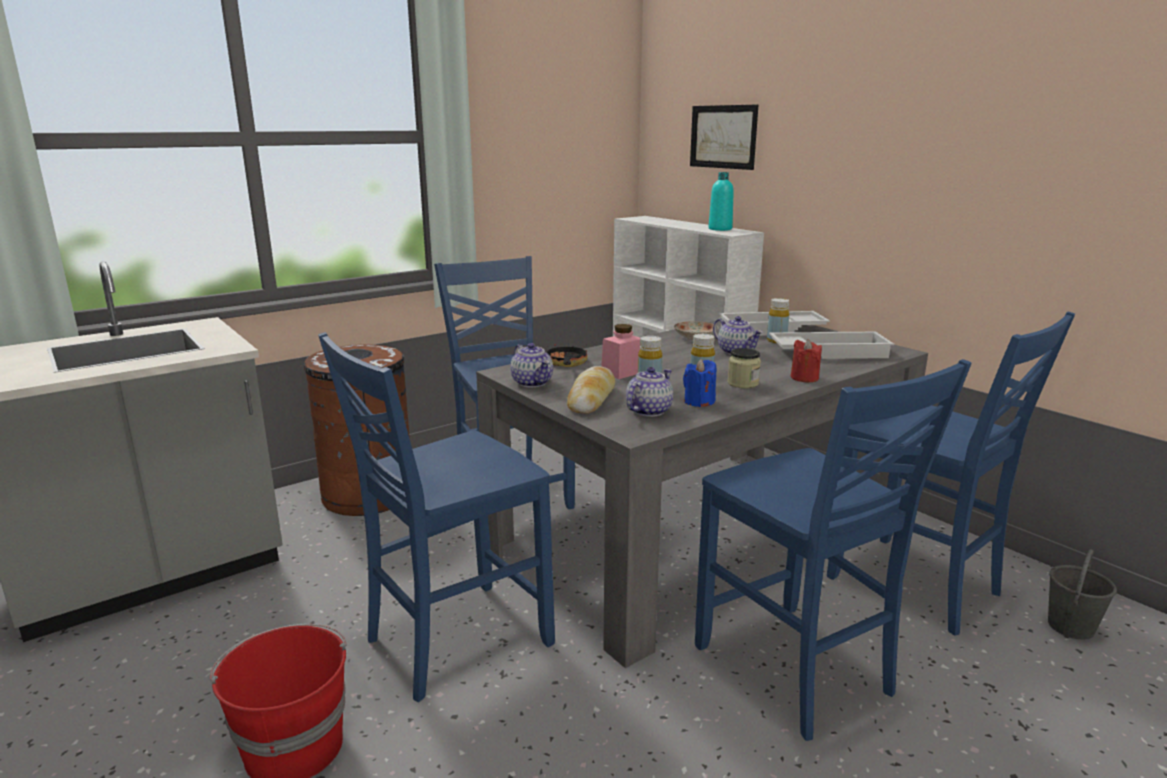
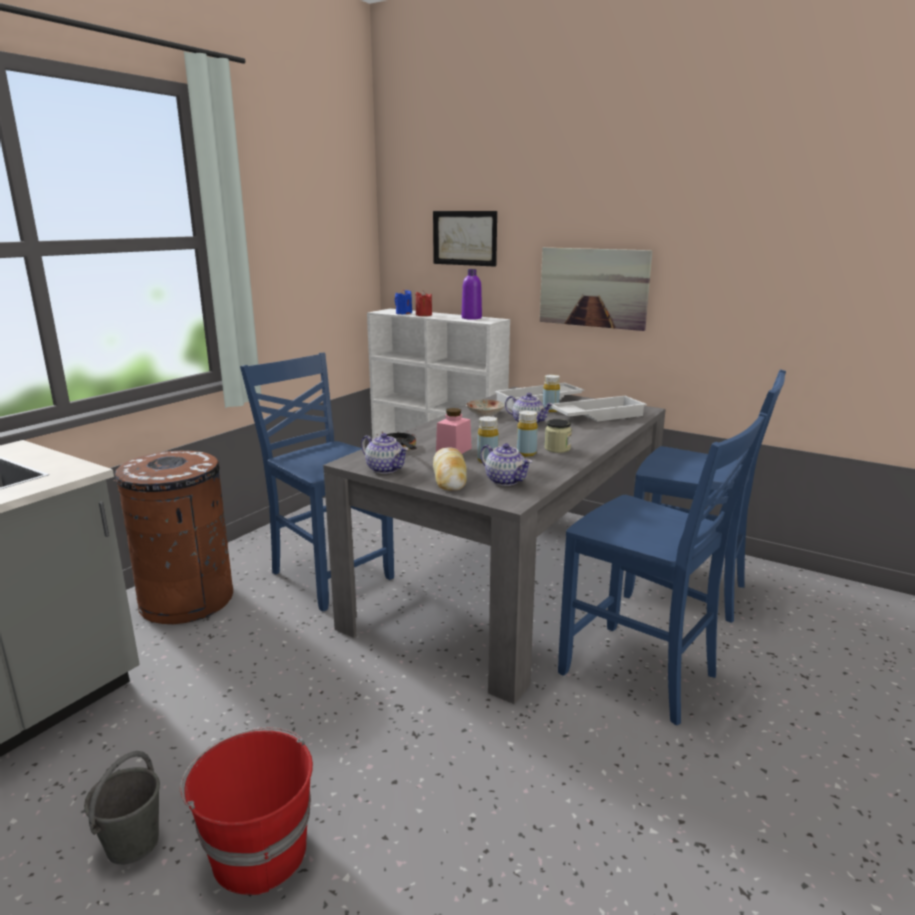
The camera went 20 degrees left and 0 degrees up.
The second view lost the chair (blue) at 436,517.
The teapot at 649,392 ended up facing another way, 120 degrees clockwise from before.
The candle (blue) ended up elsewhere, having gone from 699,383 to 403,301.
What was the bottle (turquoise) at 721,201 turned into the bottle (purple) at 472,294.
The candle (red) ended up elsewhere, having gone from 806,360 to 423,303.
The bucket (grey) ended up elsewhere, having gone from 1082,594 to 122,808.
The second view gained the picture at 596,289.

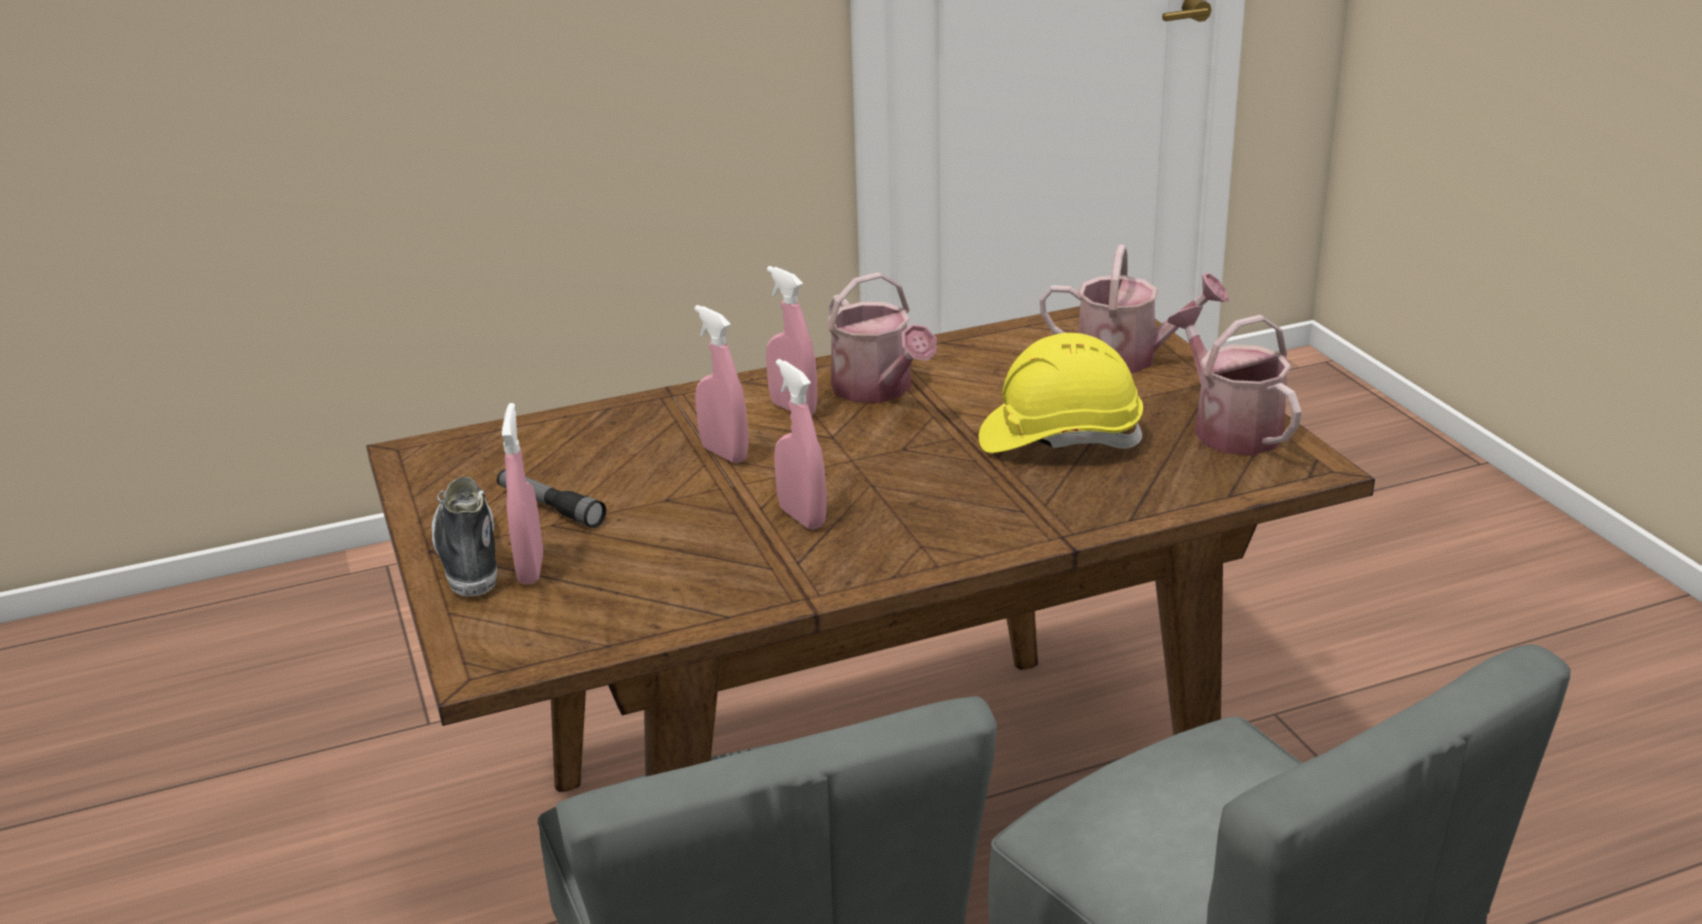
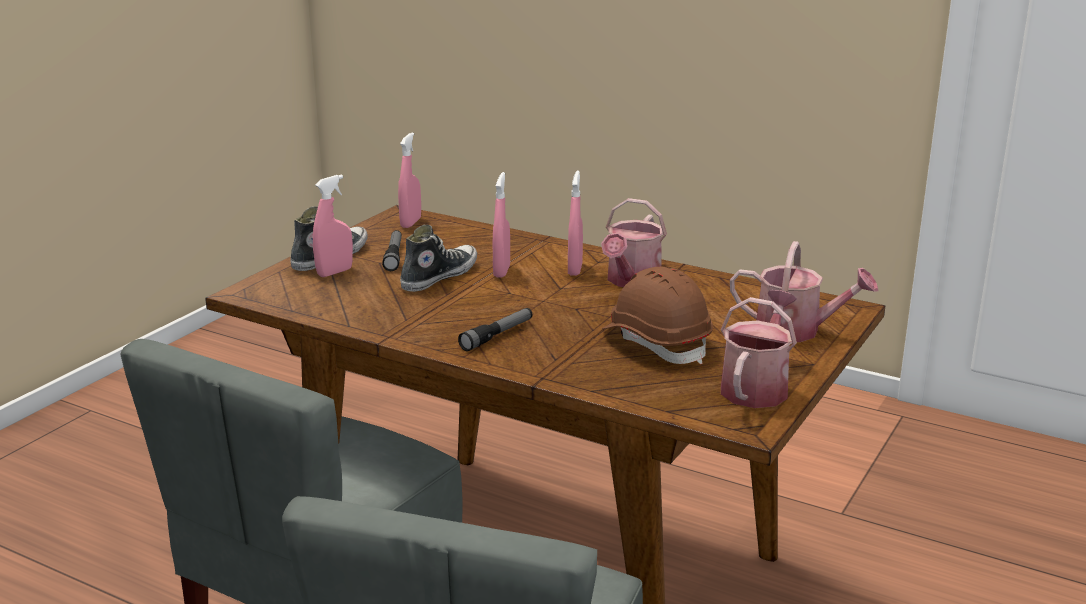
The camera went 50 degrees right and 5 degrees down.
The spray bottle (pink) ended up elsewhere, having gone from 800,444 to 409,180.
What was the hard hat (yellow) at 1061,393 turned into the hard hat (brown) at 657,315.
The watering can at 1134,309 ended up facing another way, 45 degrees counterclockwise from before.
The second view gained the shoe at 438,258.
The second view gained the flashlight at 495,329.

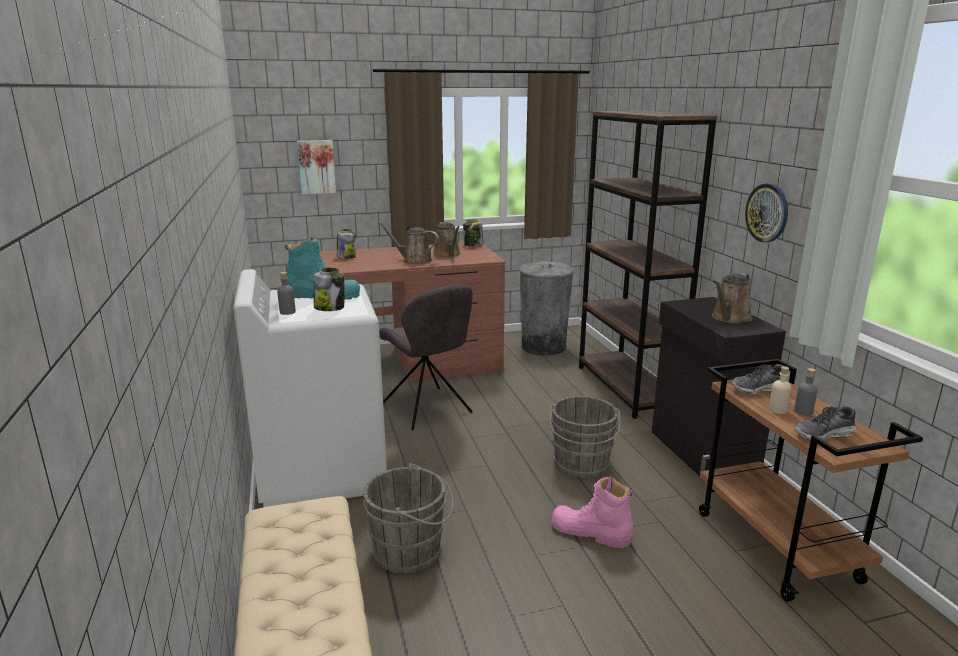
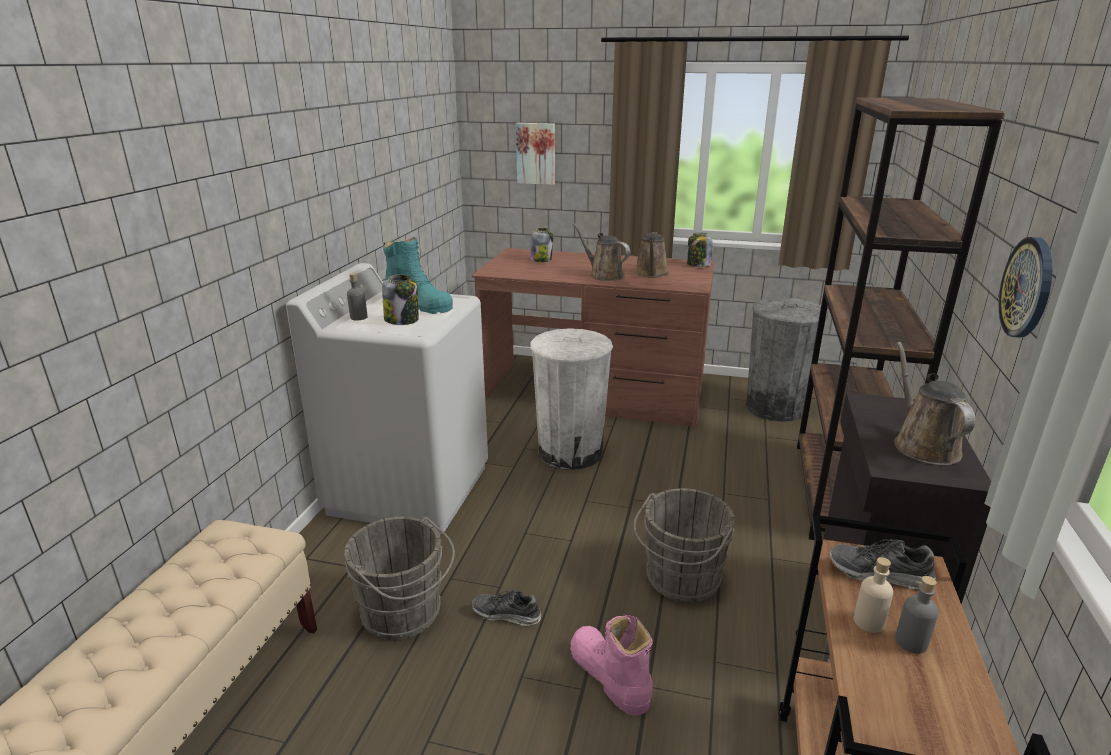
The camera went 30 degrees right and 5 degrees up.
Where the chair (grey) stood at 426,357, the trash can (white) came to stand at 572,399.
The watering can (brown) at 732,298 ended up facing another way, 105 degrees clockwise from before.
The shoe ended up elsewhere, having gone from 825,423 to 506,608.

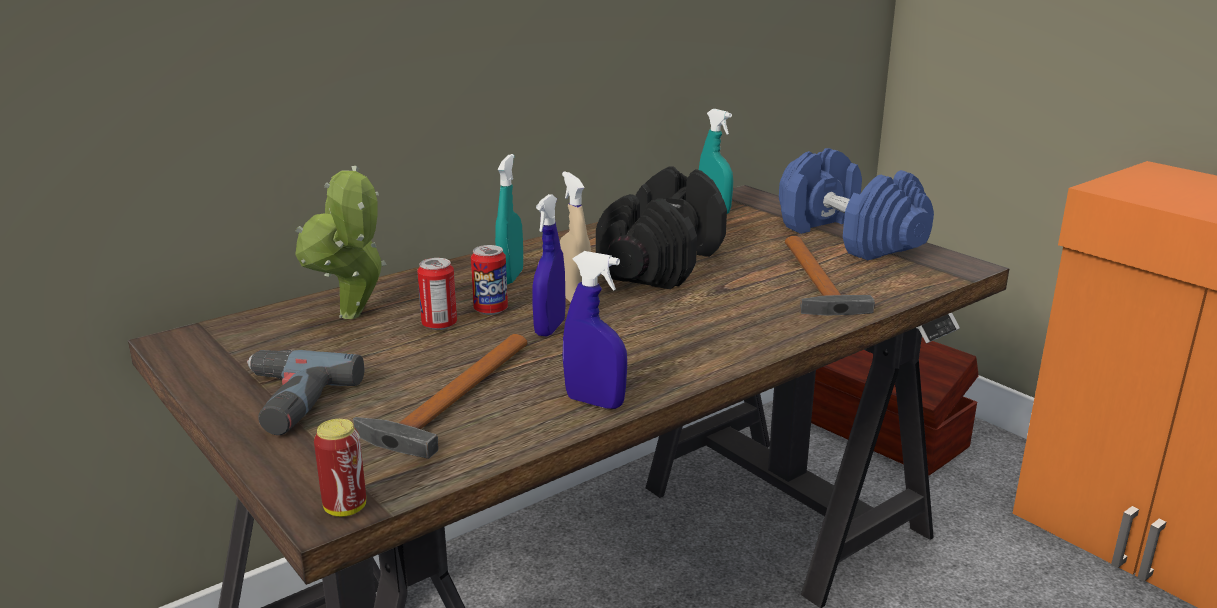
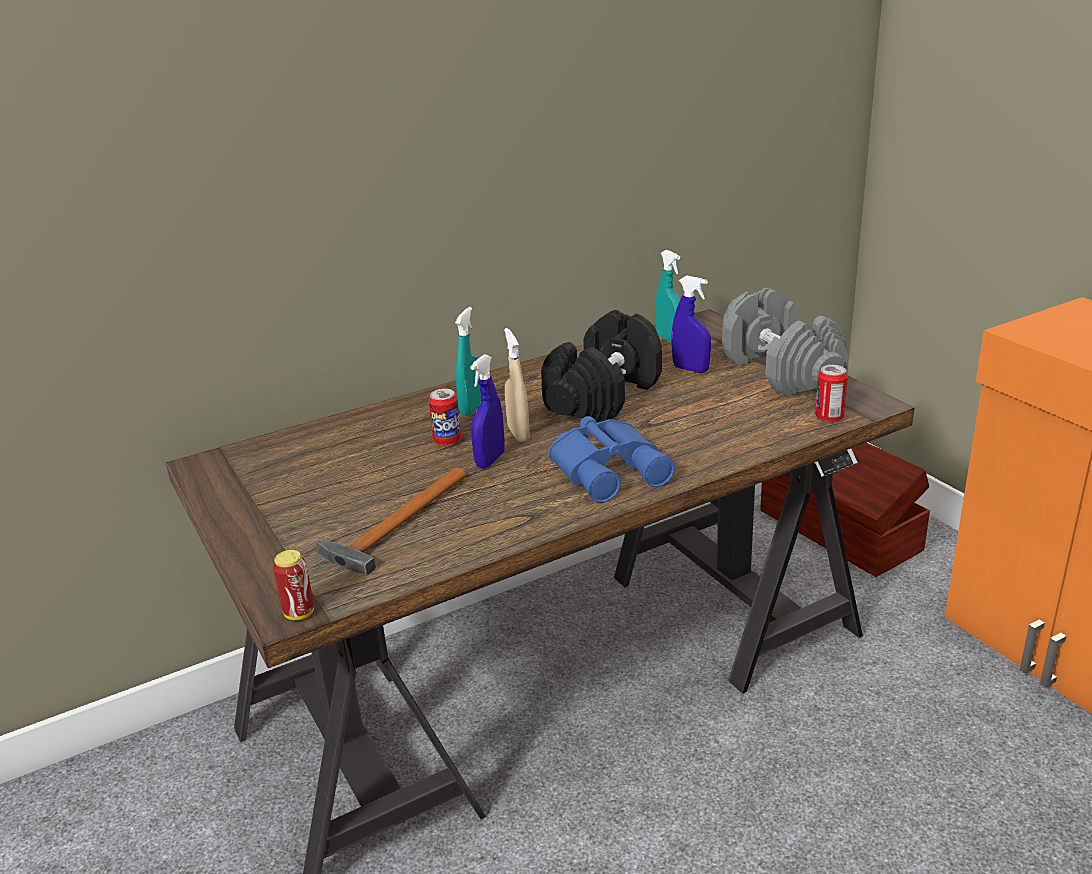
The camera went 10 degrees right and 5 degrees up.
The second view lost the power drill at 305,392.
The second view lost the potted plant at 341,242.
The can ended up elsewhere, having gone from 437,294 to 831,393.
The spray bottle (blue) ended up elsewhere, having gone from 594,330 to 691,324.
What was the dumbbell (blue) at 856,204 turned into the dumbbell (grey) at 785,342.
The second view lost the hammer at 830,276.
The second view gained the binoculars (blue) at 612,459.

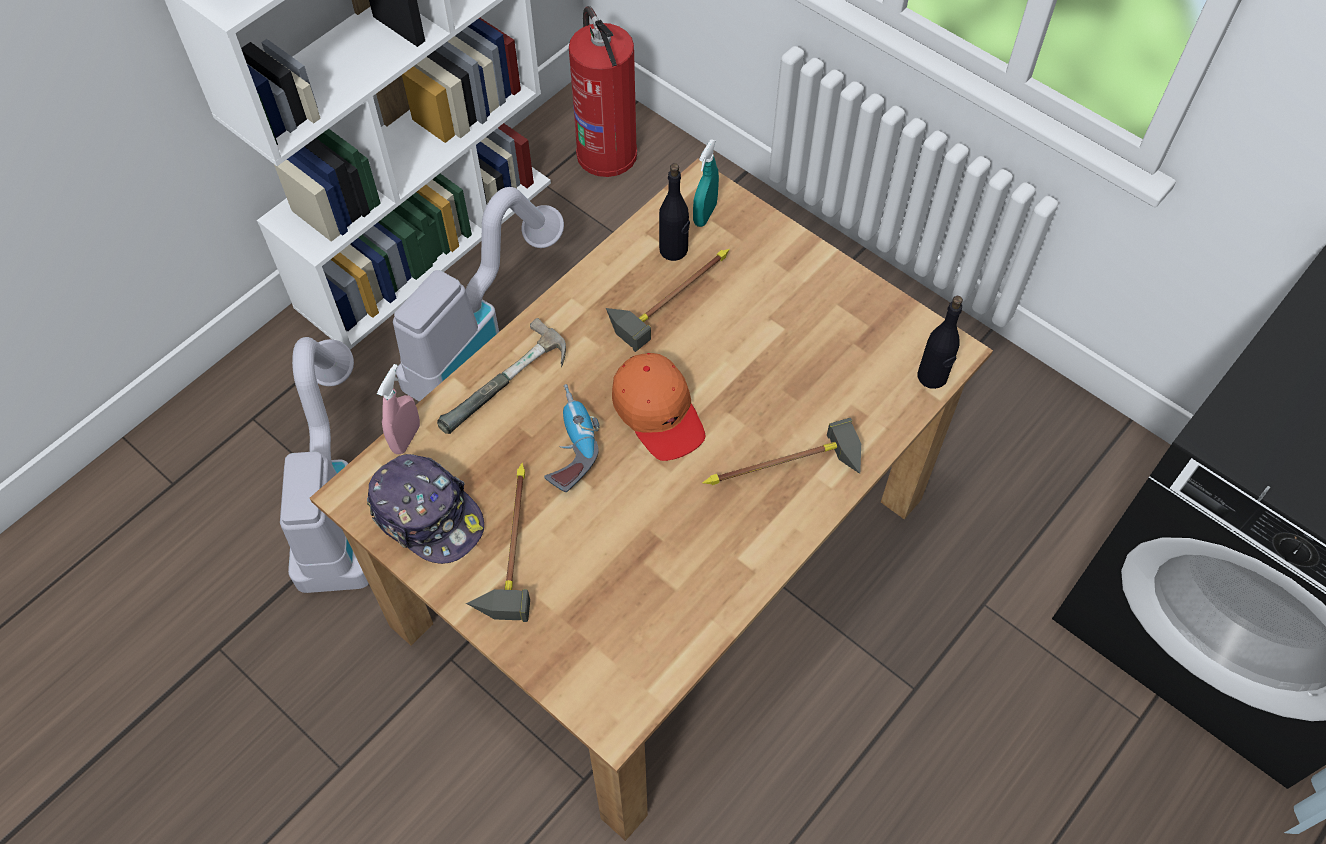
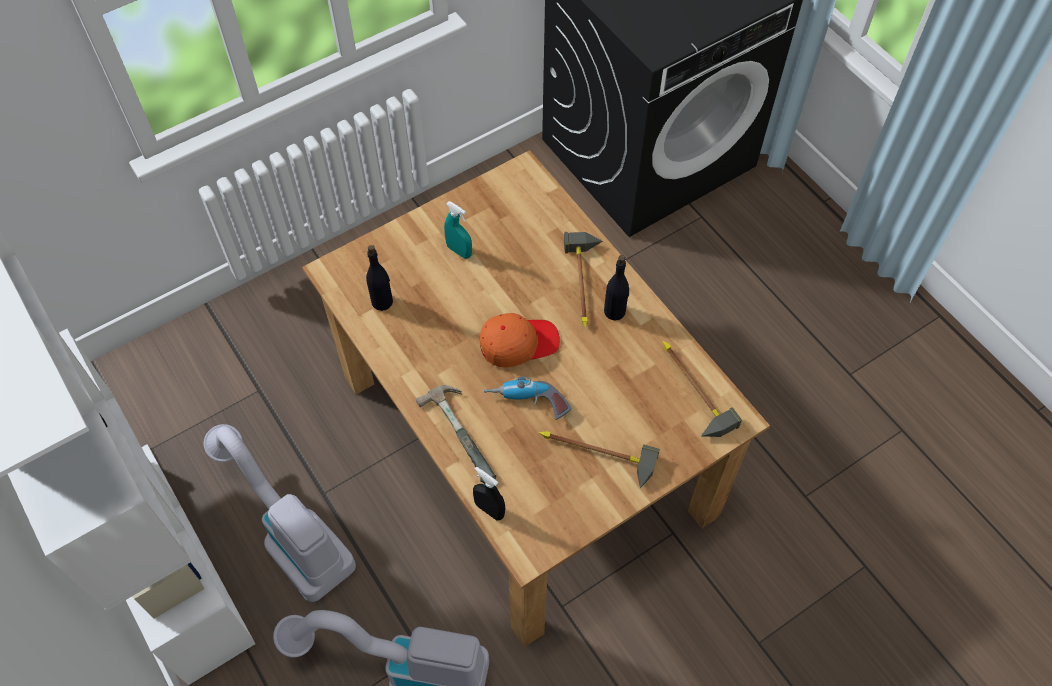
The camera went 75 degrees left and 0 degrees up.
The second view lost the cap at 425,509.
What was the spray bottle (pink) at 398,409 turned into the spray bottle (black) at 489,494.
The second view lost the fire extinguisher at 603,91.
The hammer ended up elsewhere, having gone from 668,300 to 702,388.
The spray bottle (turquoise) ended up elsewhere, having gone from 706,183 to 458,230.
The bottle (black) ended up elsewhere, having gone from 940,342 to 616,288.

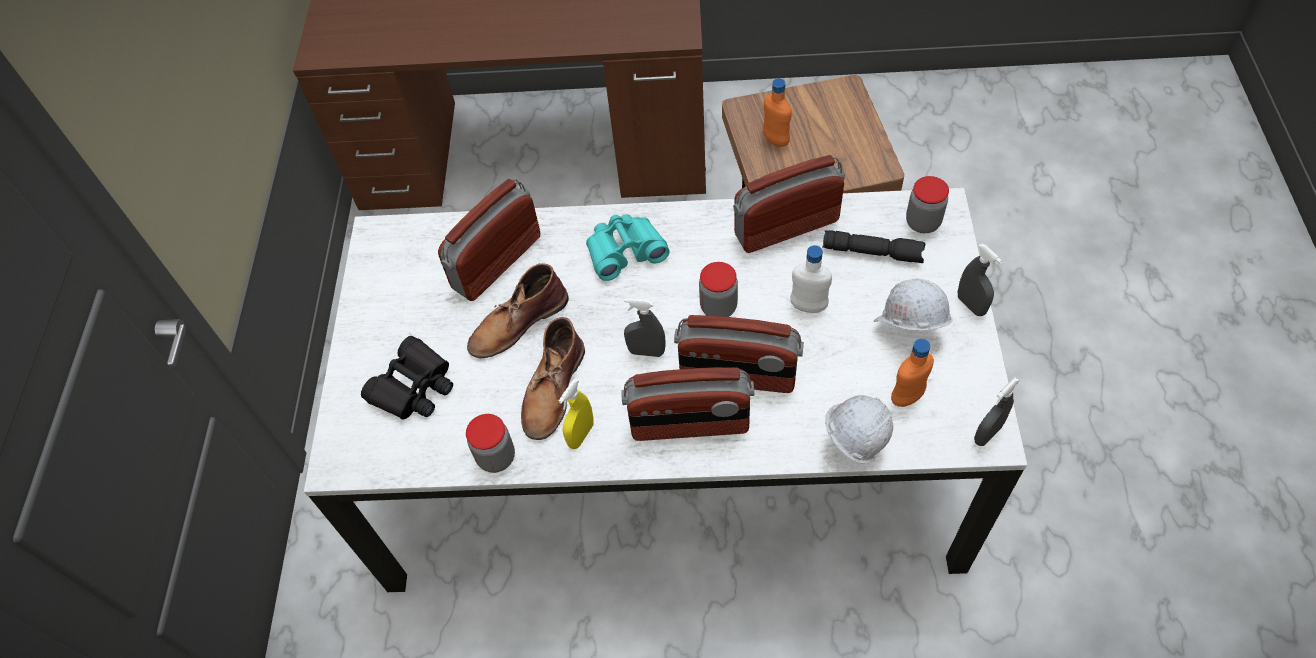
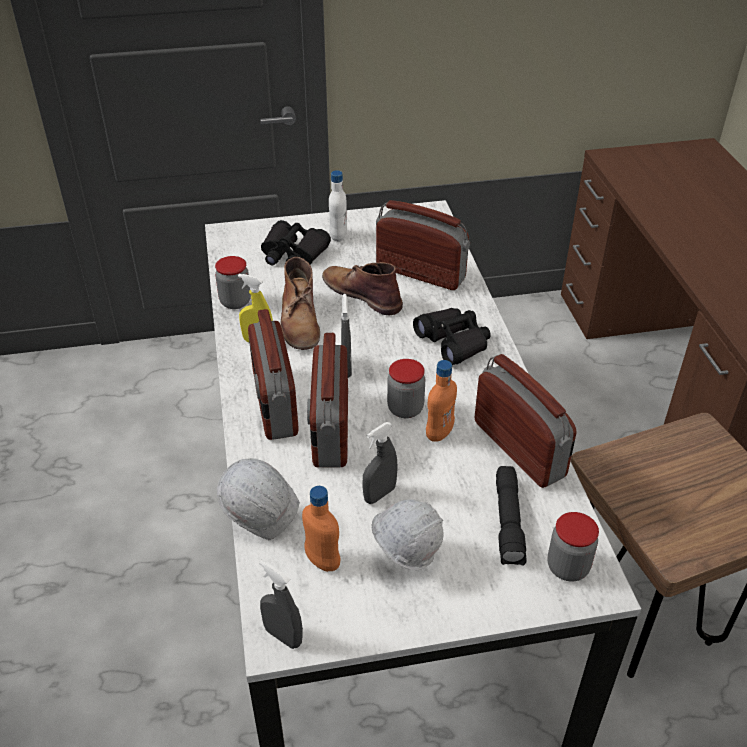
The camera went 75 degrees right and 15 degrees down.
The boot (brown) at 553,378 ended up facing another way, 105 degrees counterclockwise from before.
What was the binoculars (turquoise) at 628,247 turned into the binoculars (black) at 452,336.
The bottle (orange) ended up elsewhere, having gone from 777,112 to 441,401.
The bottle (white) ended up elsewhere, having gone from 811,279 to 338,206.
The spray bottle (grey) ended up elsewhere, having gone from 980,280 to 380,463.

